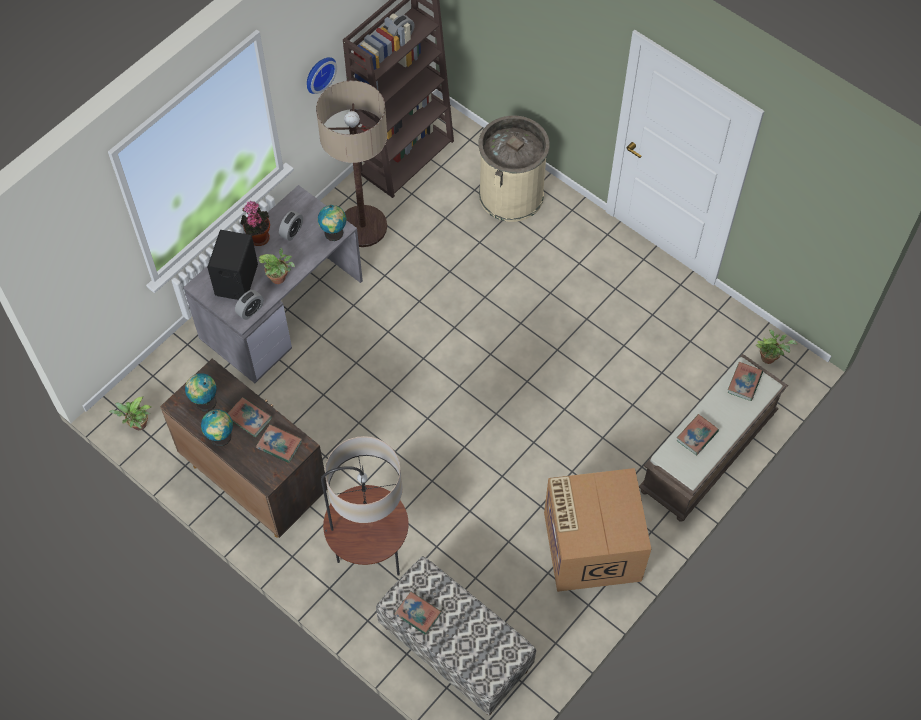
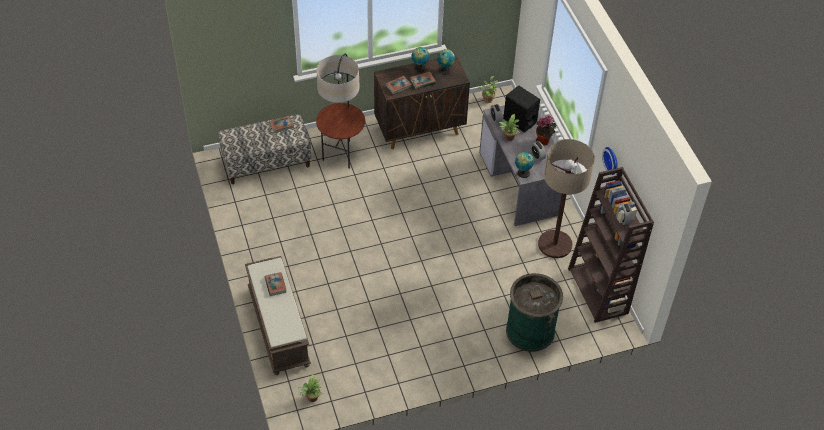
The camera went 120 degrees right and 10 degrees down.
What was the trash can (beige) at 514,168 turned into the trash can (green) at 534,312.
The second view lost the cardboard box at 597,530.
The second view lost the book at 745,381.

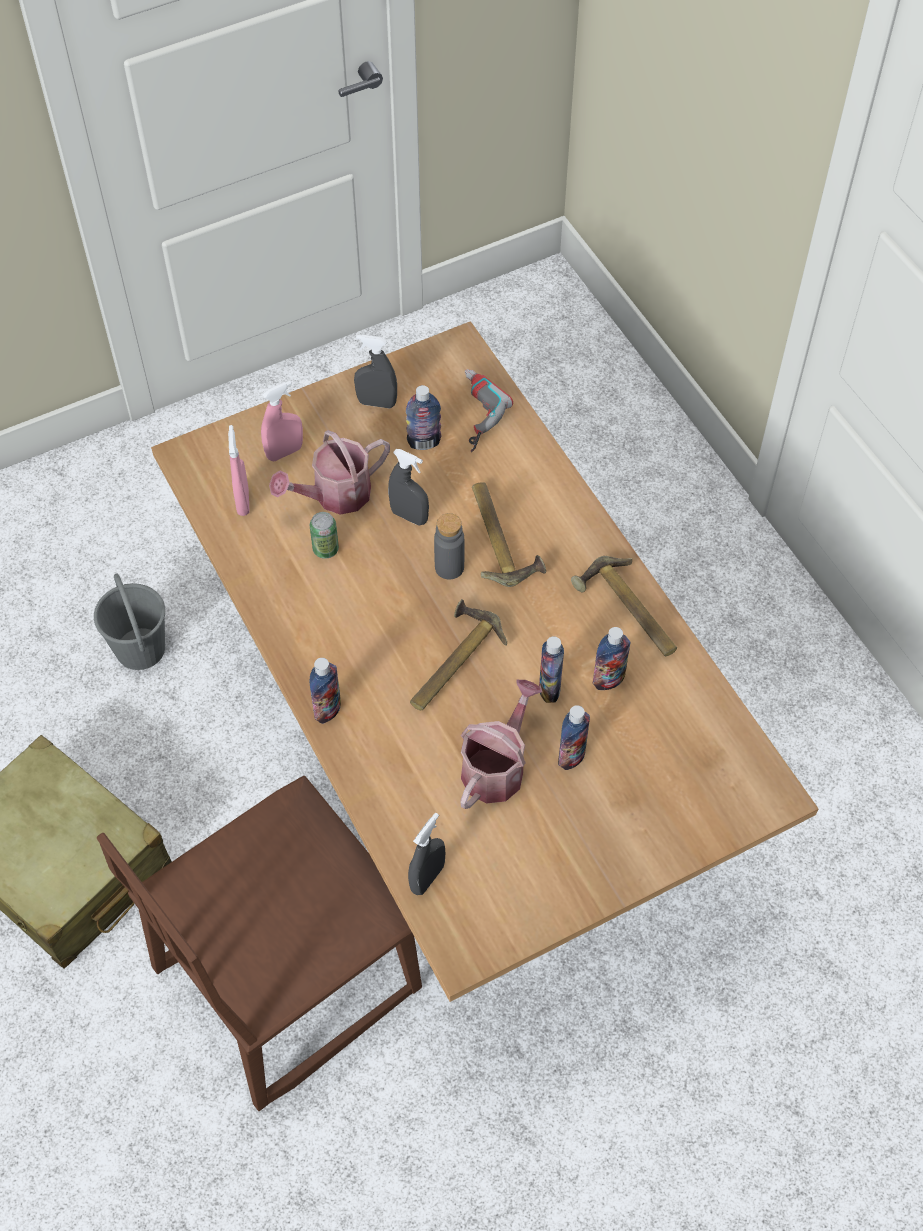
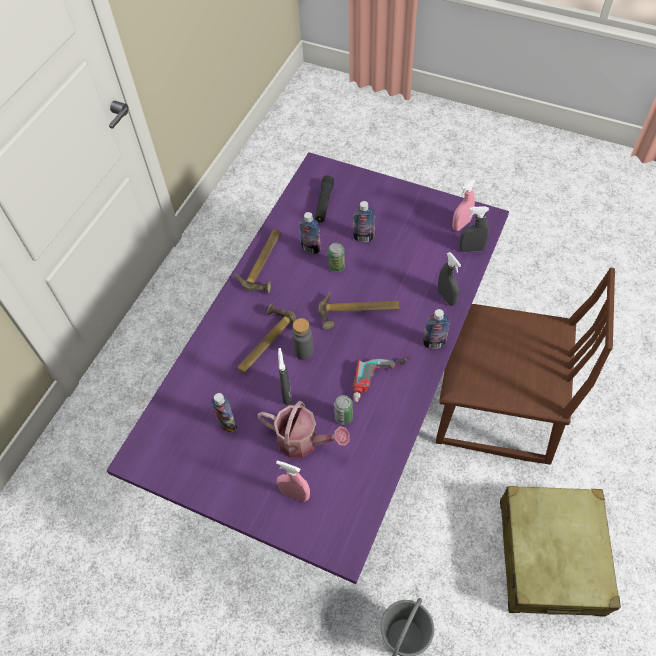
The camera went 125 degrees left and 0 degrees up.
What was the dining table (brown) at 485,661 turned into the dining table (purple) at 307,368.
The spray bottle (pink) ended up elsewhere, having gone from 239,470 to 464,205.
The spray bottle (grey) ended up elsewhere, having gone from 375,371 to 449,279.
The second view lost the watering can at 501,744.
The power drill ended up elsewhere, having gone from 489,410 to 382,379.
Where the bottle stood at 551,669, the can came to stand at 336,257.
The second view gained the flashlight (black) at 324,199.

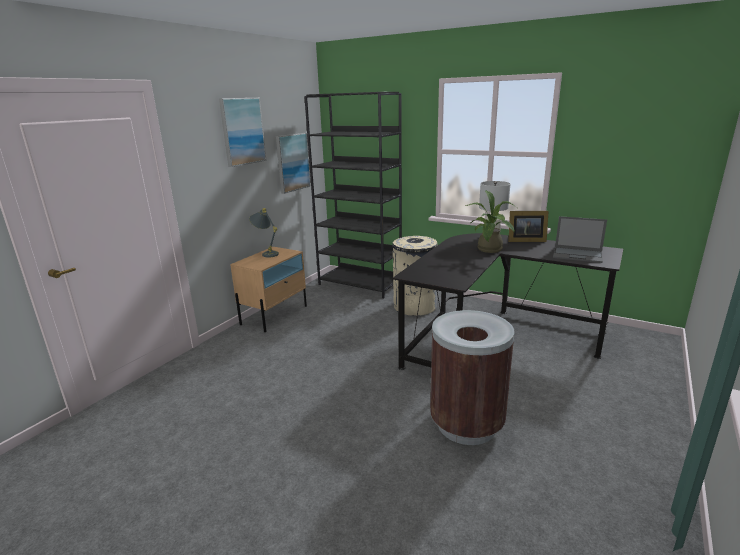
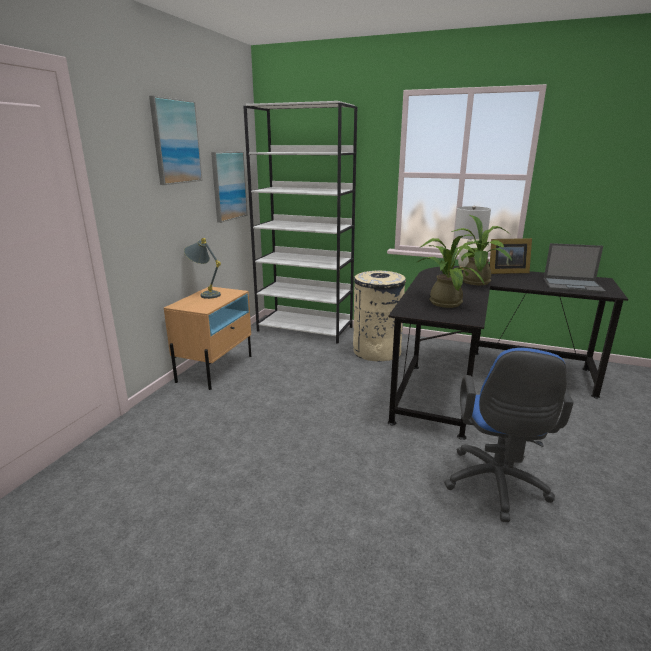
The camera went 10 degrees left and 0 degrees up.
What was the bookcase (black) at 353,195 turned into the bookcase (white) at 300,222.
Where the trash can (brown) stood at 472,377, the office chair (blue) came to stand at 509,435.
The second view gained the potted plant at 451,271.

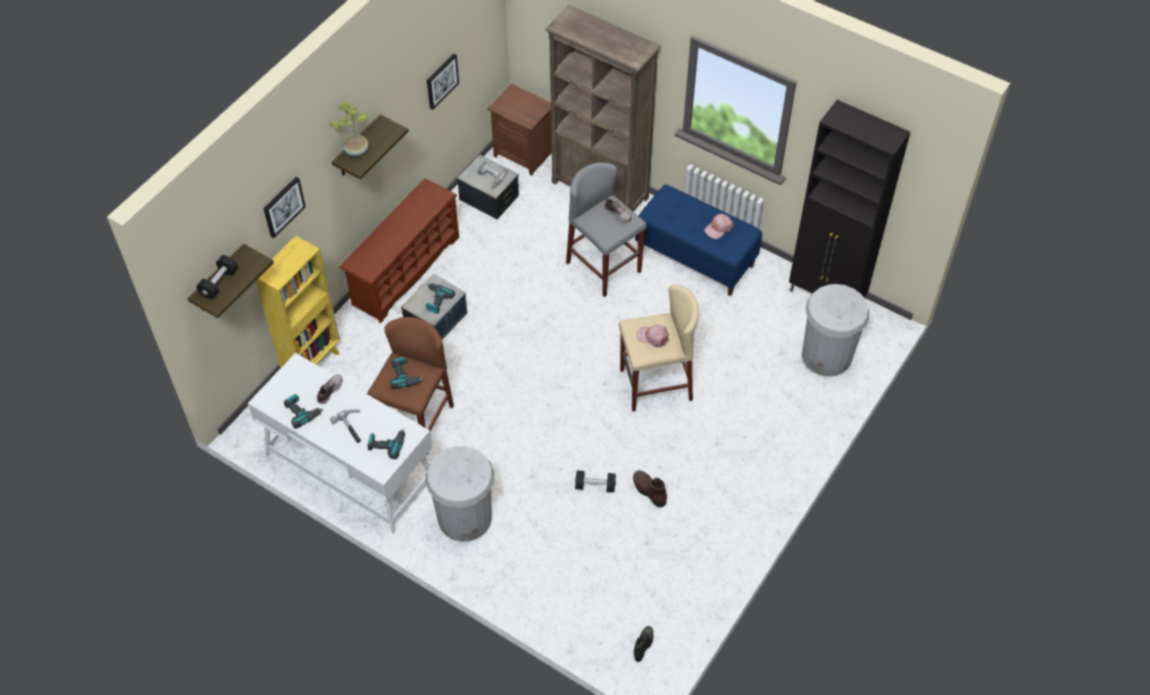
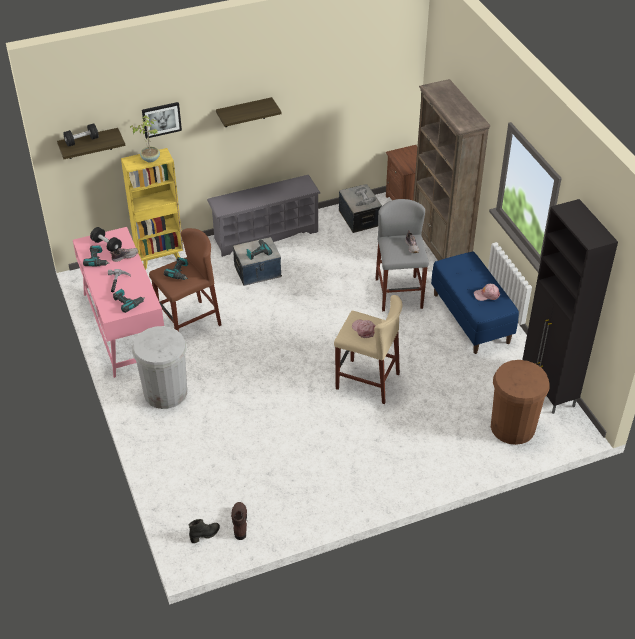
The camera went 35 degrees right and 10 degrees down.
What was the desk (white) at 340,443 turned into the desk (pink) at 118,302.
The potted plant ended up elsewhere, having gone from 349,129 to 145,138.
What was the shoe rack (brown) at 399,250 turned into the shoe rack (grey) at 263,216.
The second view lost the picture at 443,82.
The dumbbell (black) ended up elsewhere, having gone from 595,481 to 106,239.
The boot (brown) ended up elsewhere, having gone from 650,488 to 239,521.
What was the trash can (white) at 835,330 turned into the trash can (brown) at 520,402.

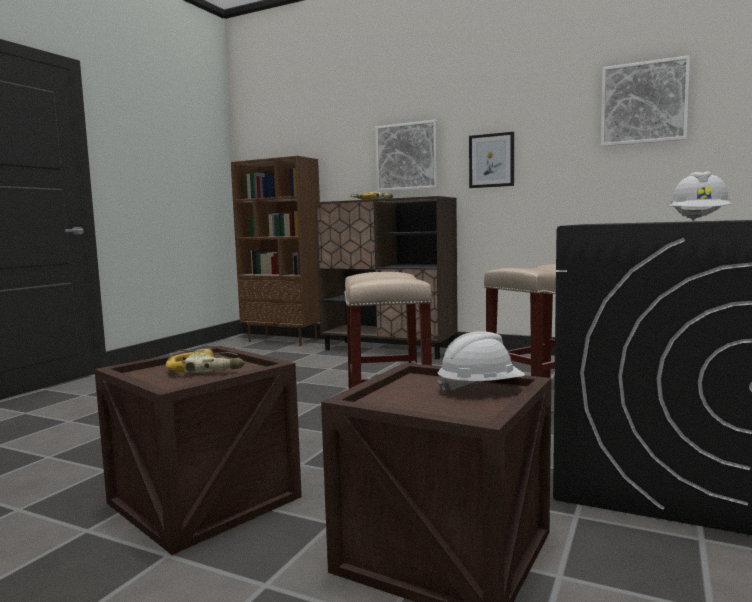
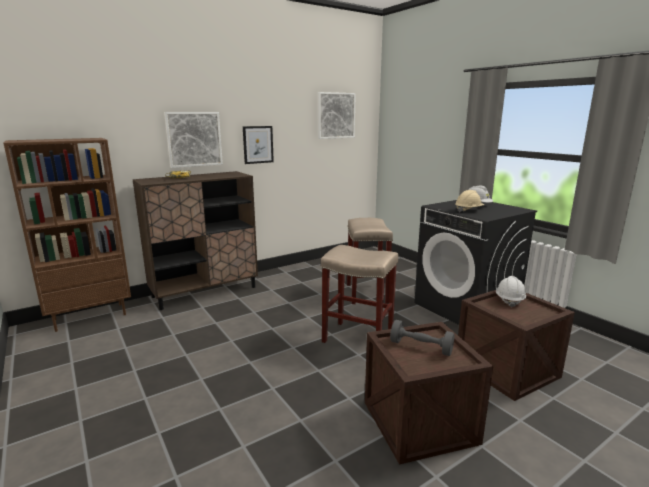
The camera went 60 degrees left and 10 degrees up.
Where the power drill stood at 205,361, the dumbbell (grey) came to stand at 422,338.
The second view gained the hard hat (beige) at 469,201.

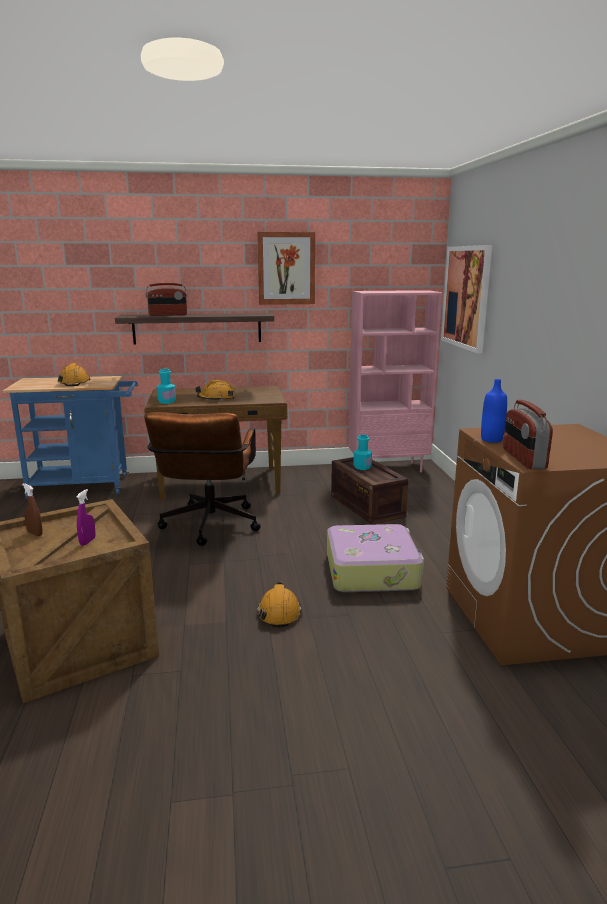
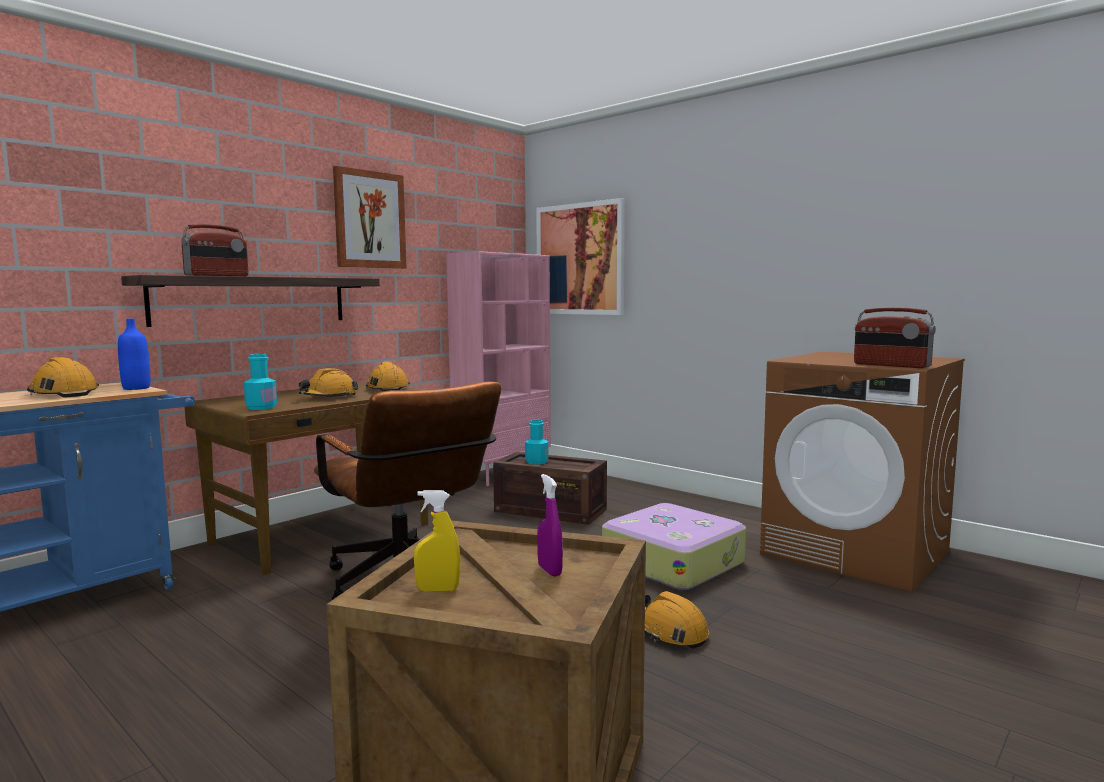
The camera went 40 degrees left and 10 degrees down.
What was the spray bottle (brown) at 32,509 turned into the spray bottle (yellow) at 437,541.
The bottle (blue) ended up elsewhere, having gone from 494,411 to 134,354.
The second view gained the hard hat (orange) at 388,377.

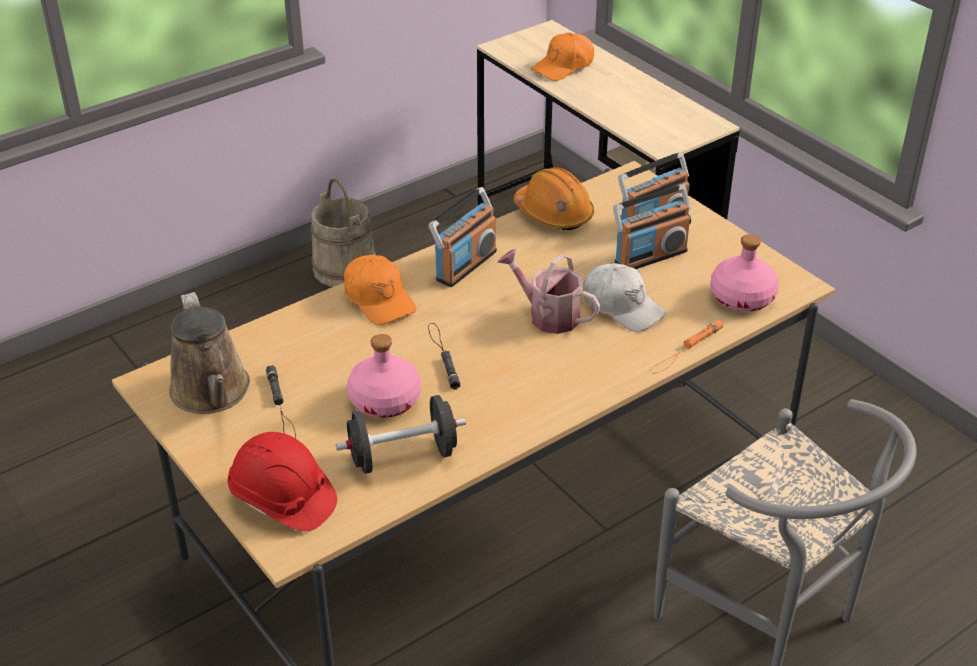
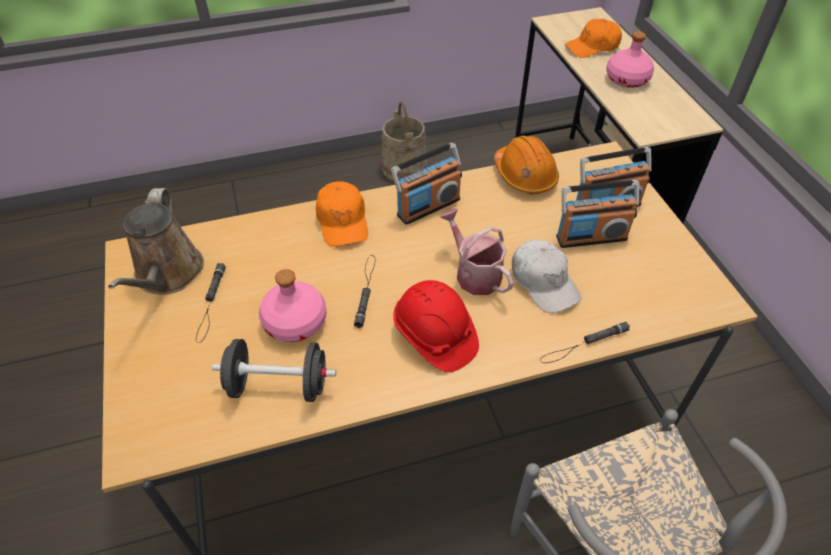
The camera went 20 degrees right and 10 degrees up.
The hard hat (red) ended up elsewhere, having gone from 282,481 to 436,326.
What was the flashlight (orange) at 686,346 turned into the flashlight (black) at 585,342.
The bottle (pink) ended up elsewhere, having gone from 745,272 to 630,59.

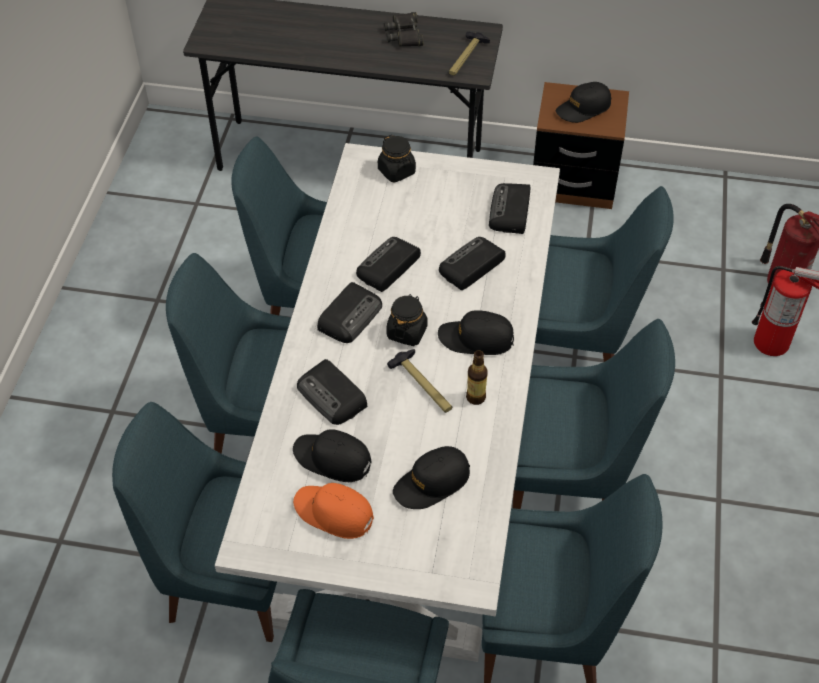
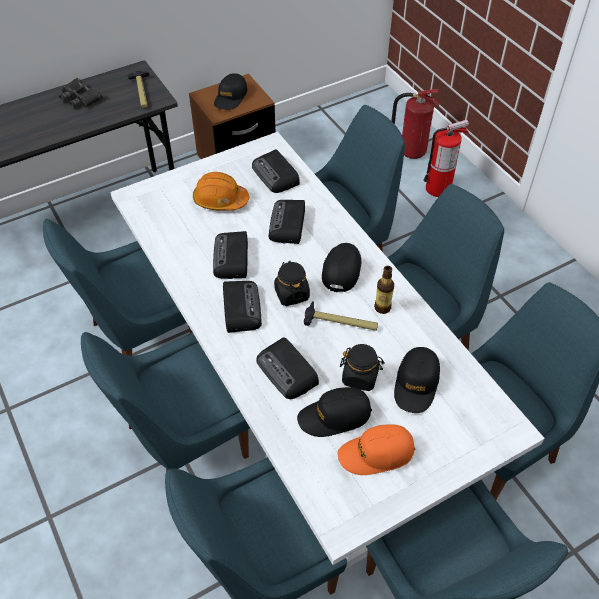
The camera went 40 degrees left and 0 degrees up.
The radio at 332,392 ended up facing another way, 45 degrees clockwise from before.
The jar (black) ended up elsewhere, having gone from 397,158 to 362,367.
The cap (black) at 476,332 ended up facing another way, 135 degrees clockwise from before.
The second view gained the hard hat (orange) at 221,191.

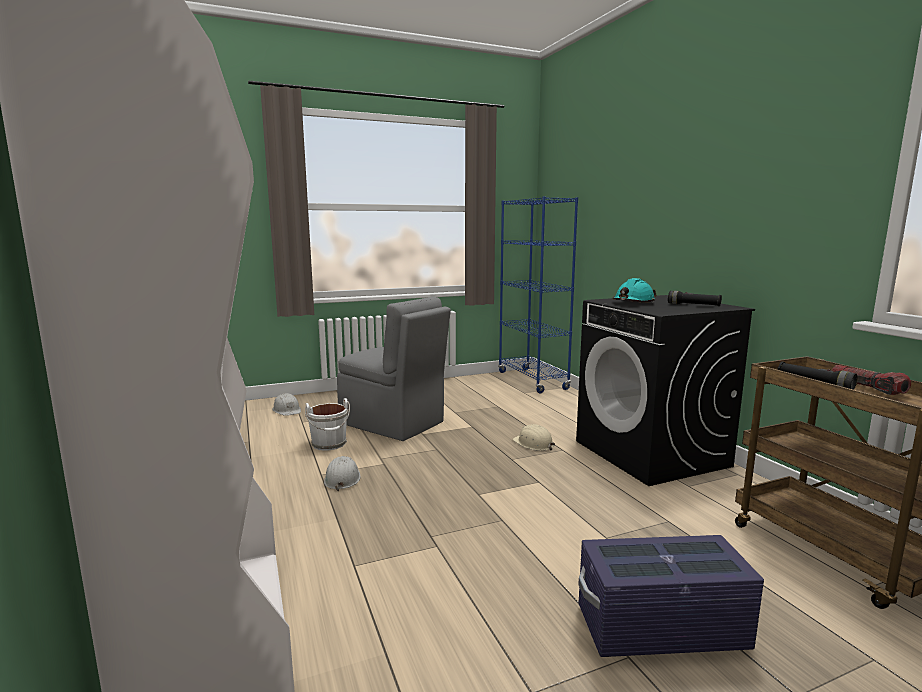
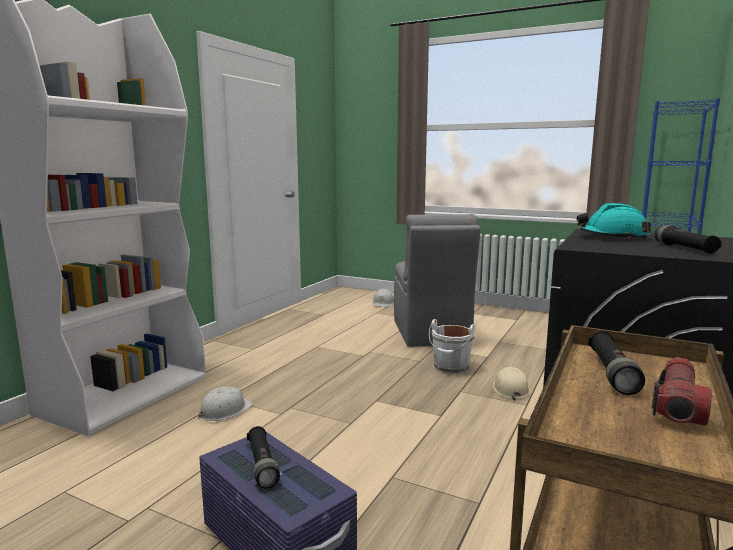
The camera went 50 degrees right and 0 degrees up.
The bucket (white) ended up elsewhere, having gone from 327,424 to 452,346.
The hard hat (white) ended up elsewhere, having gone from 342,473 to 225,404.
The second view gained the flashlight (black) at 263,457.

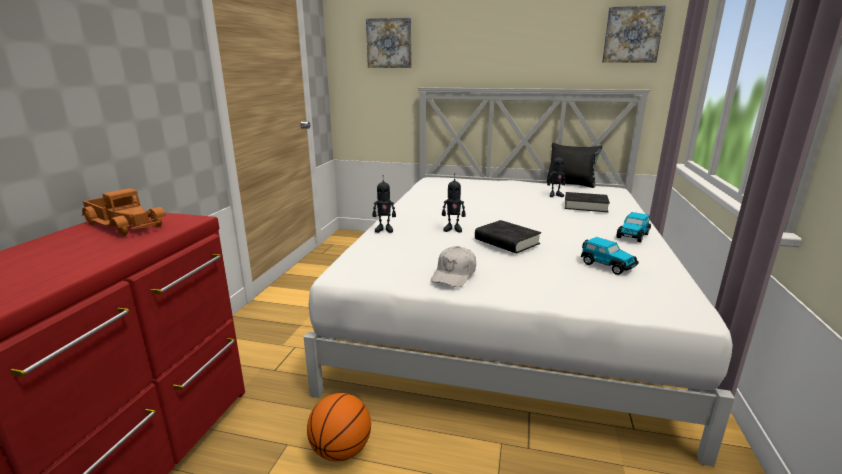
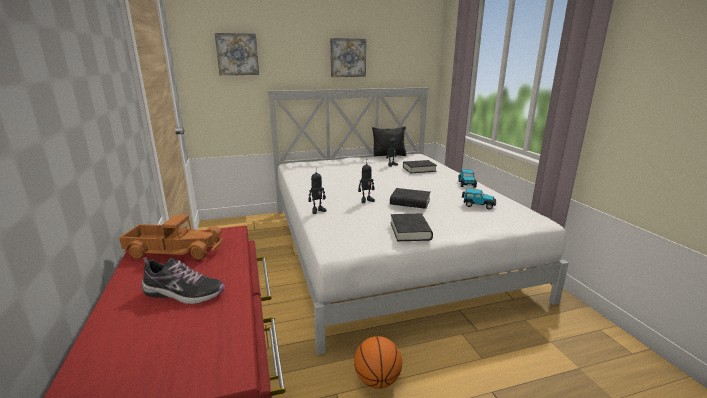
The camera went 30 degrees left and 0 degrees up.
Where the cap (white) stood at 453,266, the book (black) came to stand at 412,227.
The picture ended up elsewhere, having gone from 634,34 to 348,57.
The second view gained the shoe at 183,280.

